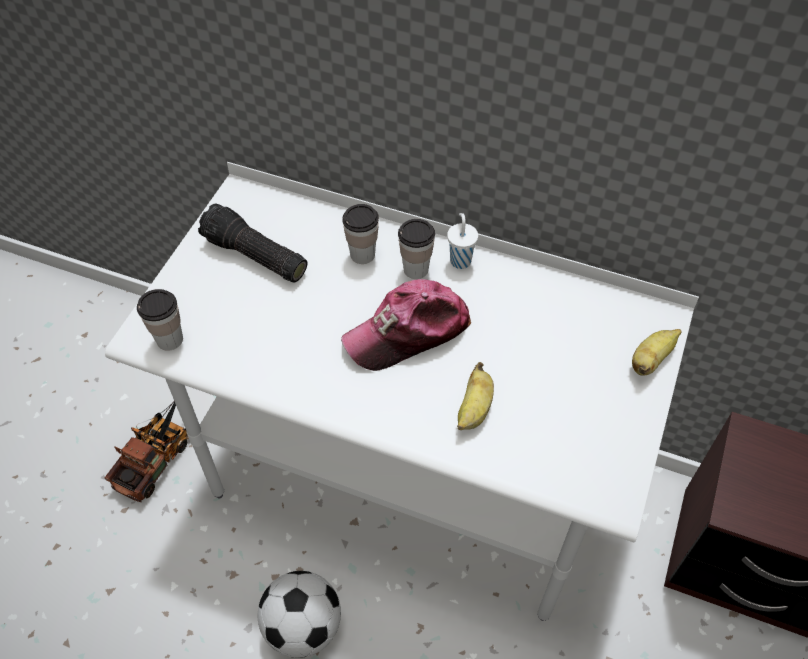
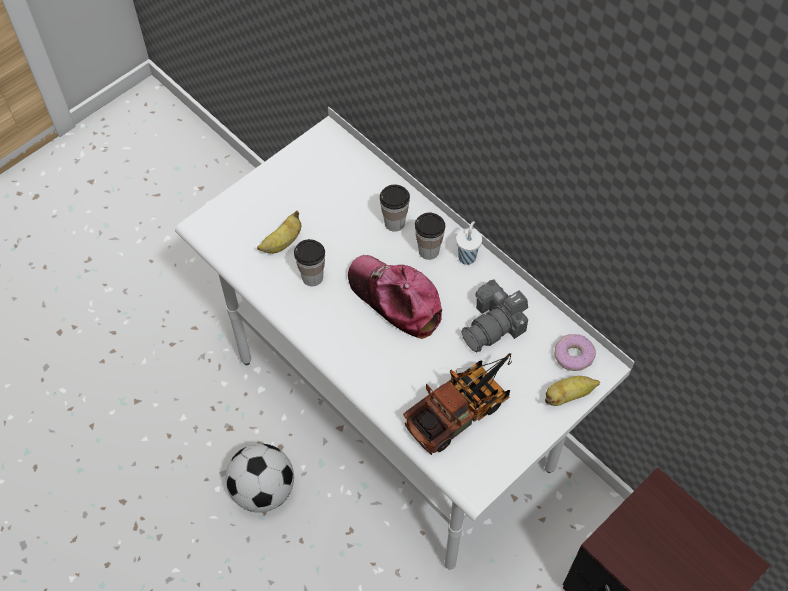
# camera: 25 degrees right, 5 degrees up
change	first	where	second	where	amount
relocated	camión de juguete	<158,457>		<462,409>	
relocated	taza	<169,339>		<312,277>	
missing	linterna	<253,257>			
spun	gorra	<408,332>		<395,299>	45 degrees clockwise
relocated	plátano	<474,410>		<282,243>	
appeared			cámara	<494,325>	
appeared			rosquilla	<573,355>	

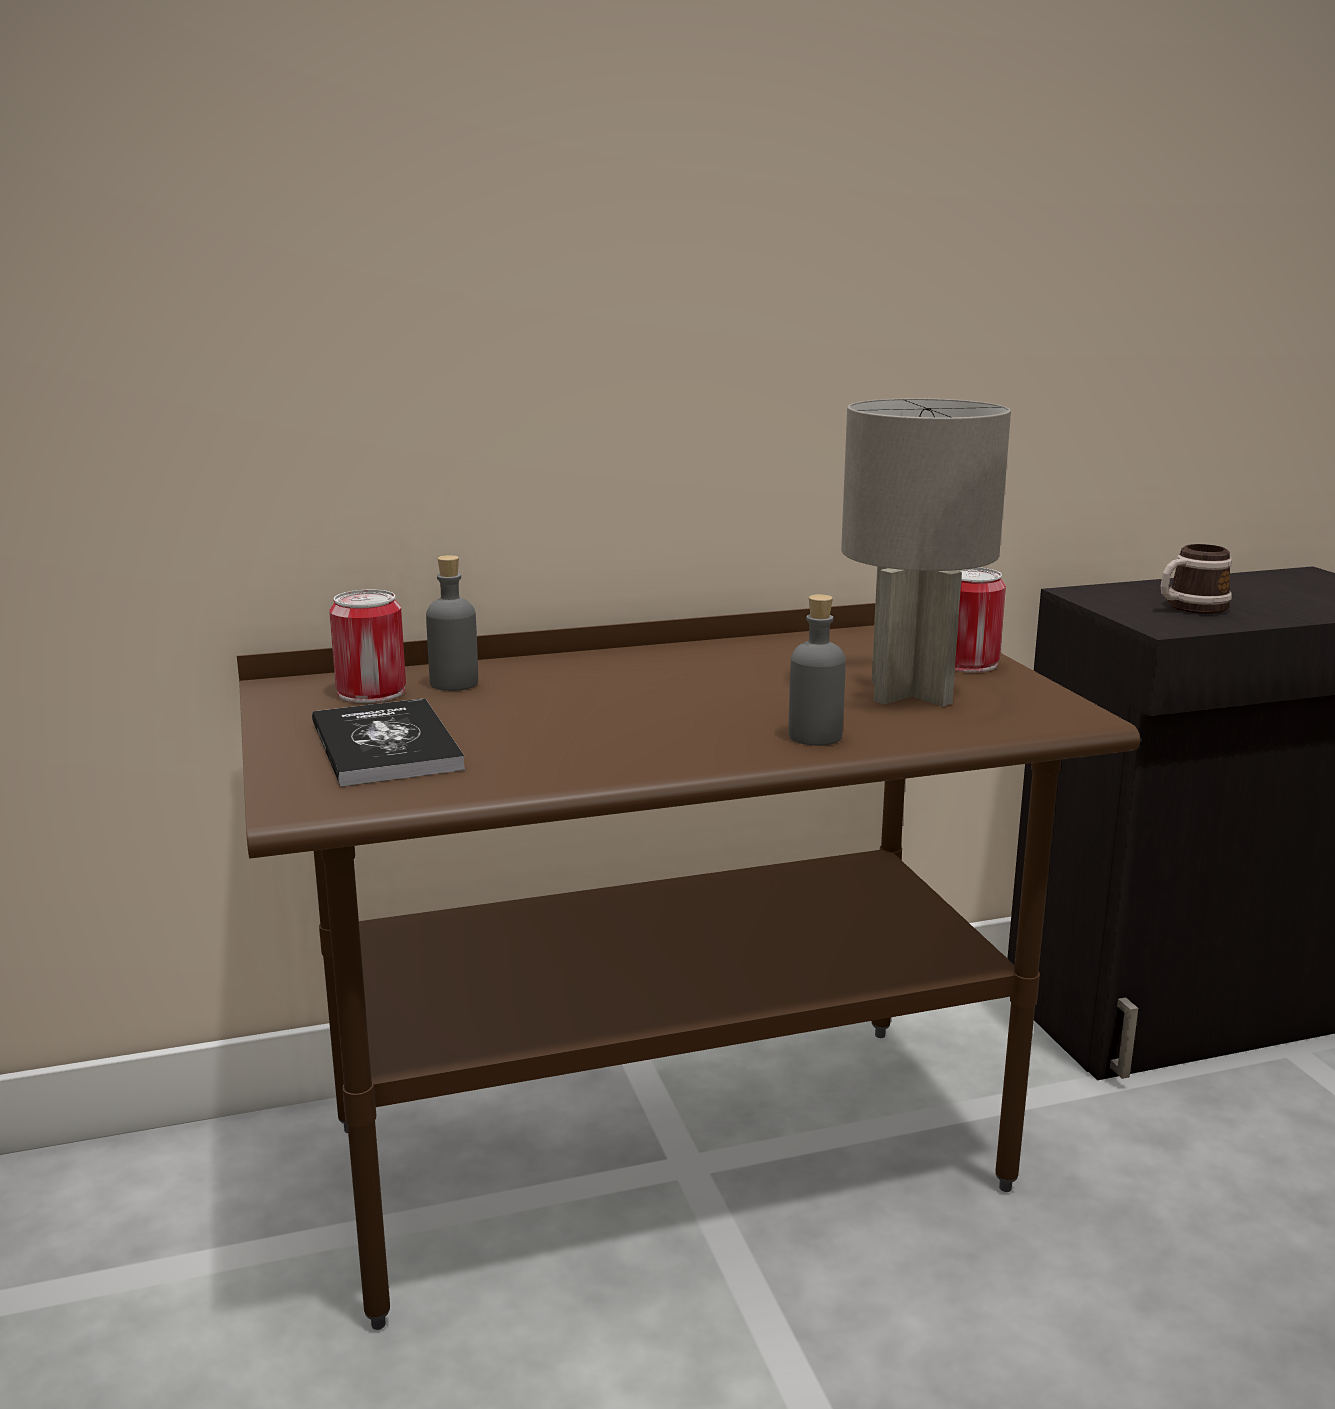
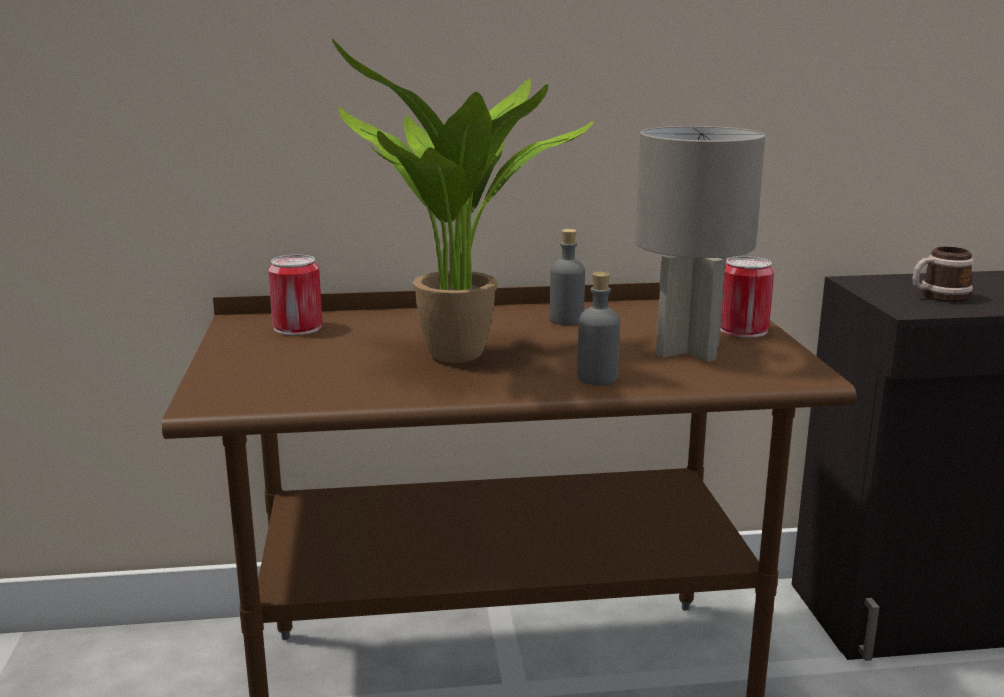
# camera: 10 degrees right, 0 degrees up
change	first	where	second	where	amount
missing	libro	<385,746>			
relocated	botella/gris	<454,683>		<566,320>	
appeared			planta en maceta	<458,359>	

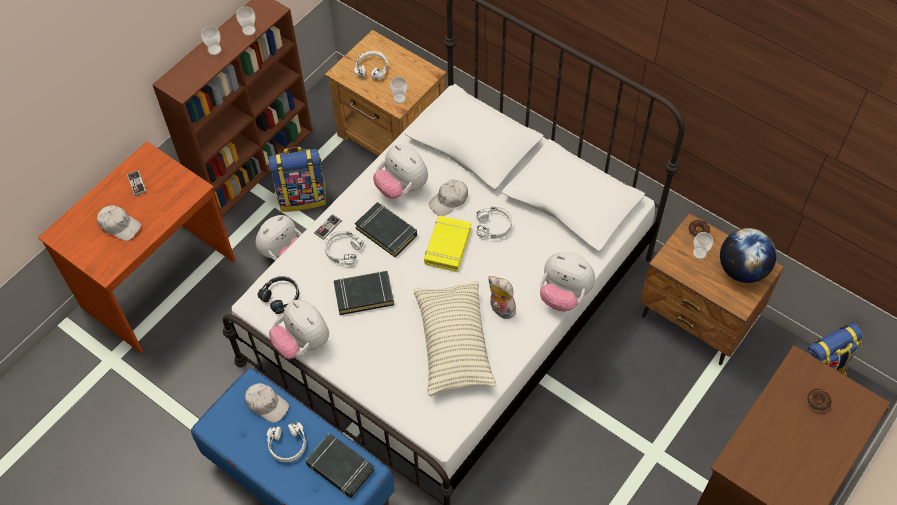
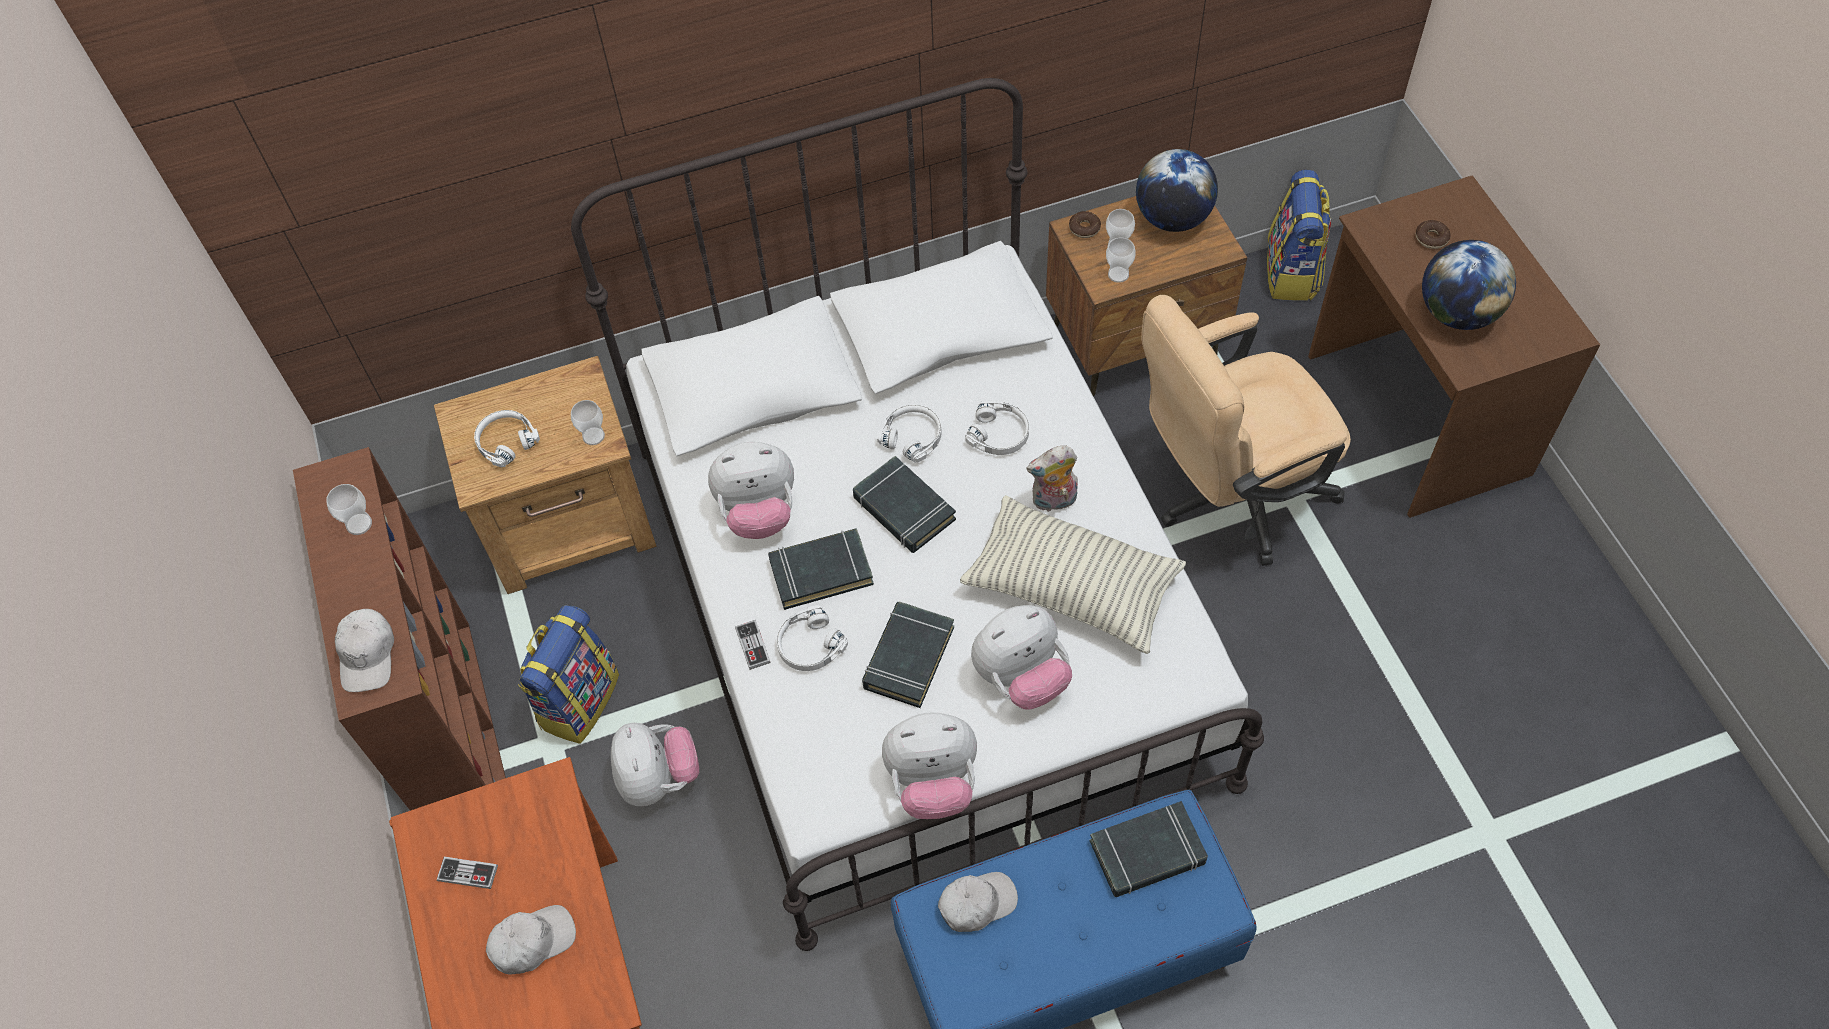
# camera: 55 degrees left, 0 degrees up
change	first	where	second	where	amount
relocated	taza	<214,50>		<1118,274>	
missing	auriculares/negro	<281,296>			
relocated	auriculares/blanco	<287,445>		<999,434>	
colour	libro/amarillo	<447,246>	libro/negro	<903,509>	
relocated	gorra/blanco	<449,200>		<368,655>	
relocated	peluche	<564,295>		<1021,677>	
appeared			silla de oficina/beis	<1228,496>	
appeared			globo terráqueo	<1457,313>	

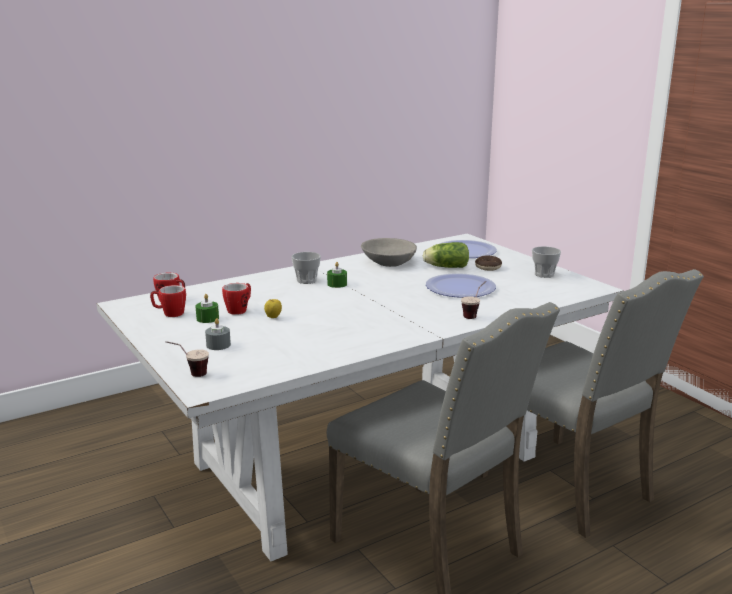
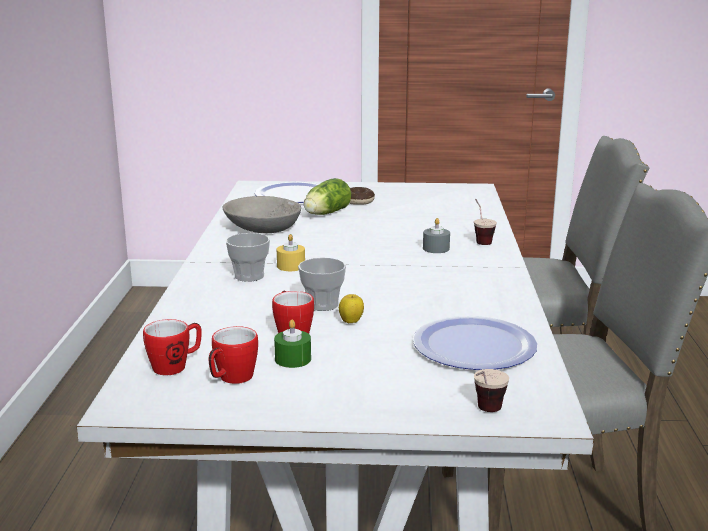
# camera: 55 degrees left, 0 degrees up
change	first	where	second	where	amount
relocated	vela/gris	<218,345>		<436,248>	
colour	vela/verde	<337,284>	vela/amarillo	<291,266>	
relocated	plato	<460,288>		<474,346>	
relocated	taza	<544,274>		<322,304>	

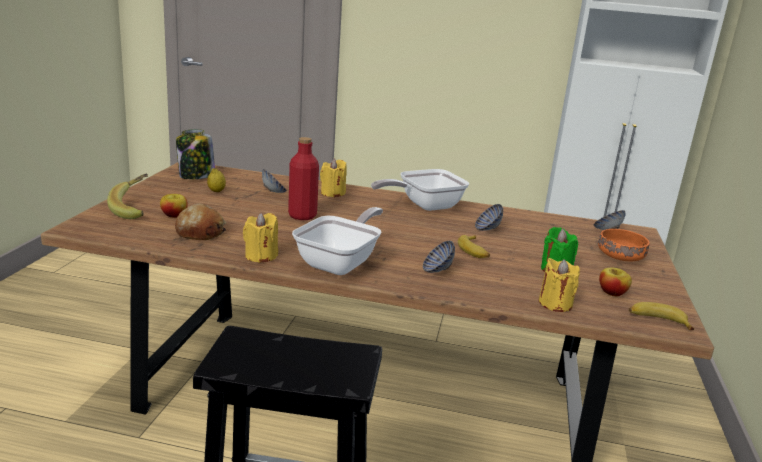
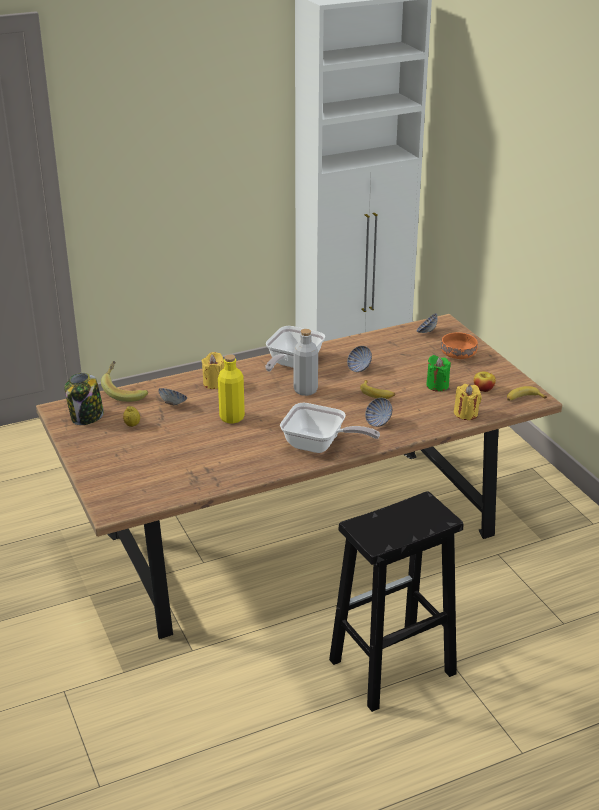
# camera: 35 degrees left, 10 degrees up
change	first	where	second	where	amount
relocated	plátano	<136,209>		<125,392>	
missing	manzana	<174,215>			
missing	pan	<200,232>			
missing	vela/amarillo	<261,256>			
colour	botella/rojo	<302,216>	botella/amarillo	<232,418>	
spun	sartén	<341,262>		<319,446>	120 degrees clockwise
appeared			botella/gris	<305,390>	

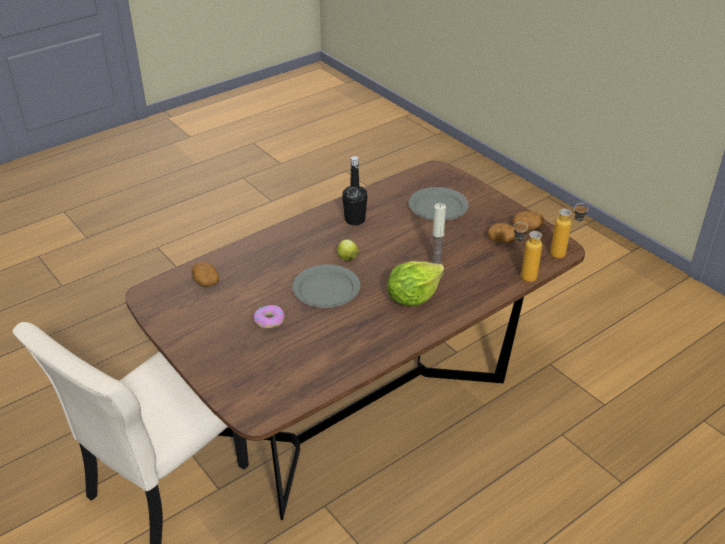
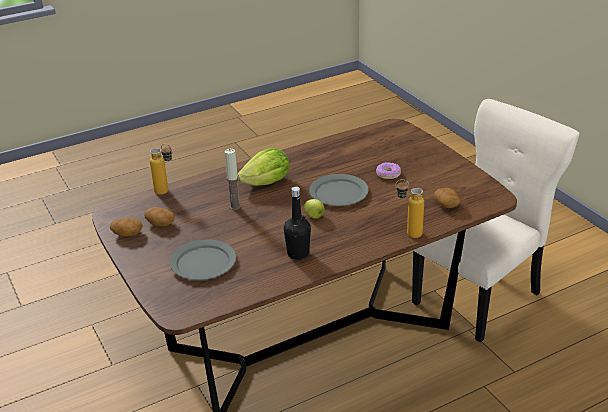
# camera: 170 degrees left, 5 degrees down
change	first	where	second	where	amount
relocated	botella	<564,254>		<408,233>	

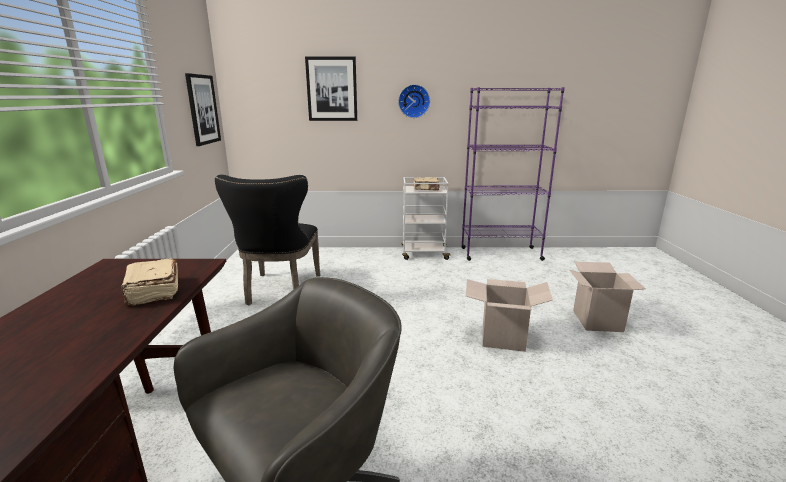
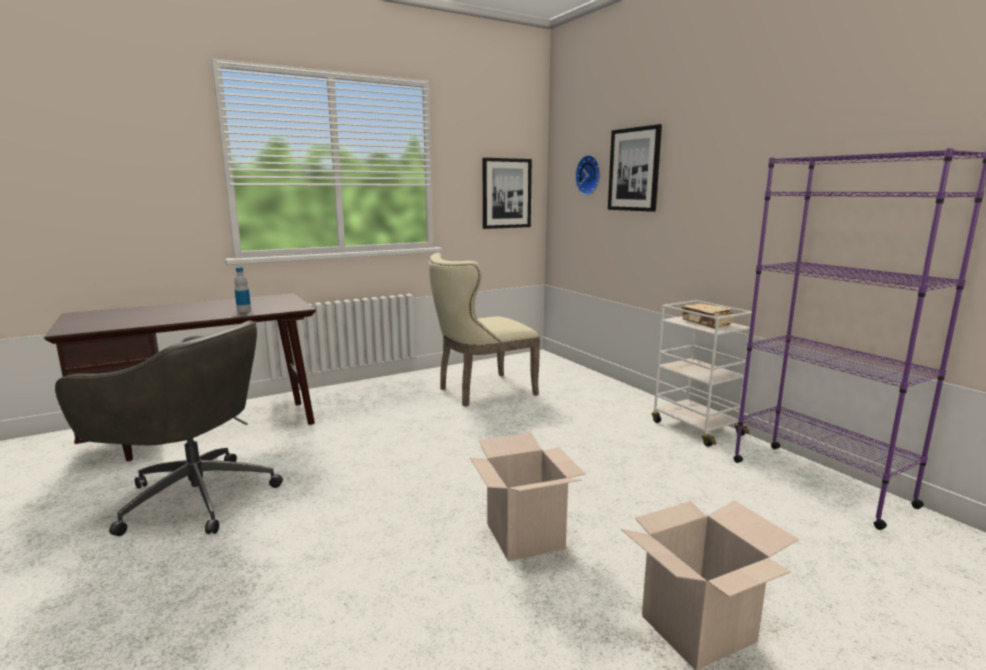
# camera: 60 degrees right, 5 degrees down
change	first	where	second	where	amount
exchanged	libro/beis	<153,291>	botella	<244,310>	
colour	silla/negro	<281,291>	silla/beis	<480,391>	
relocated	reloj de pared	<414,101>		<590,175>	

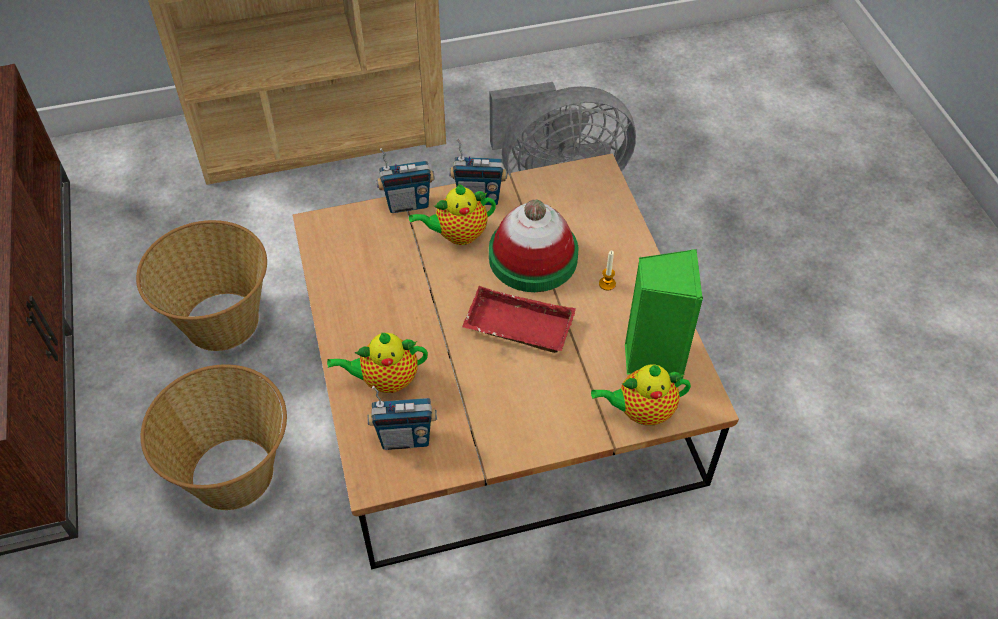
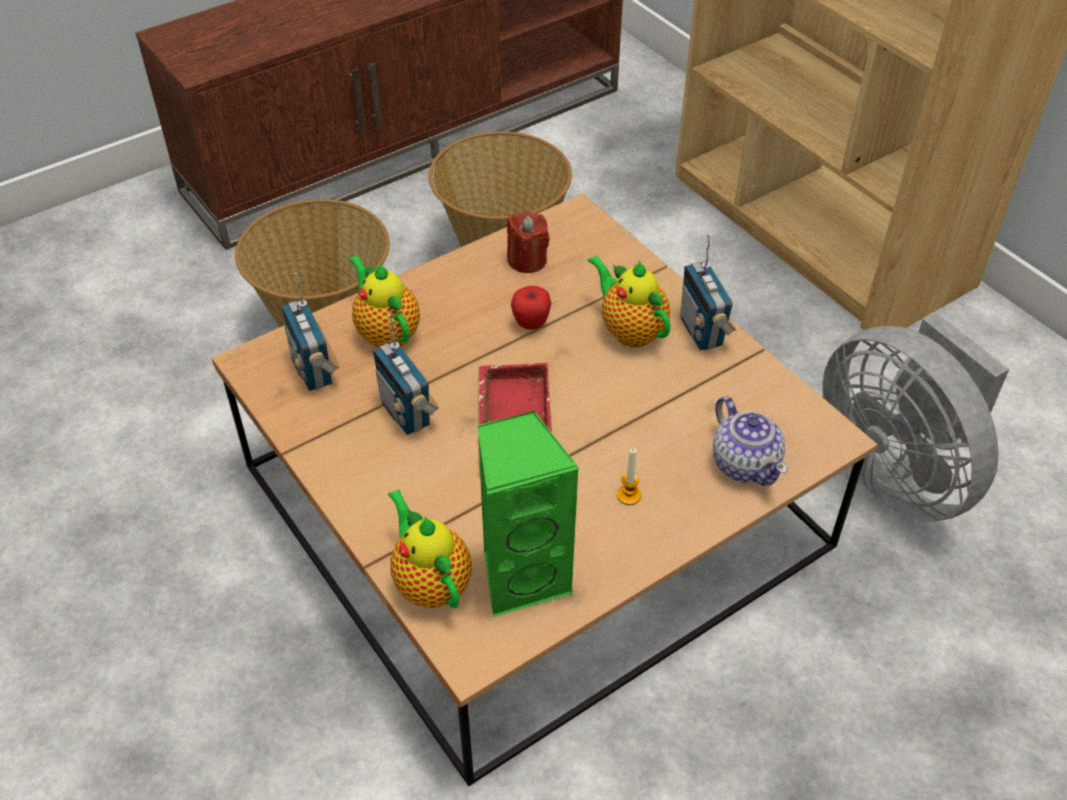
# camera: 70 degrees right, 5 degrees down
change	first	where	second	where	amount
relocated	radio	<408,204>		<407,413>	
missing	sombrero	<533,257>			
appeared			vela/rojo	<527,260>	
appeared			manzana	<531,324>	
appeared			tetera	<745,463>	

